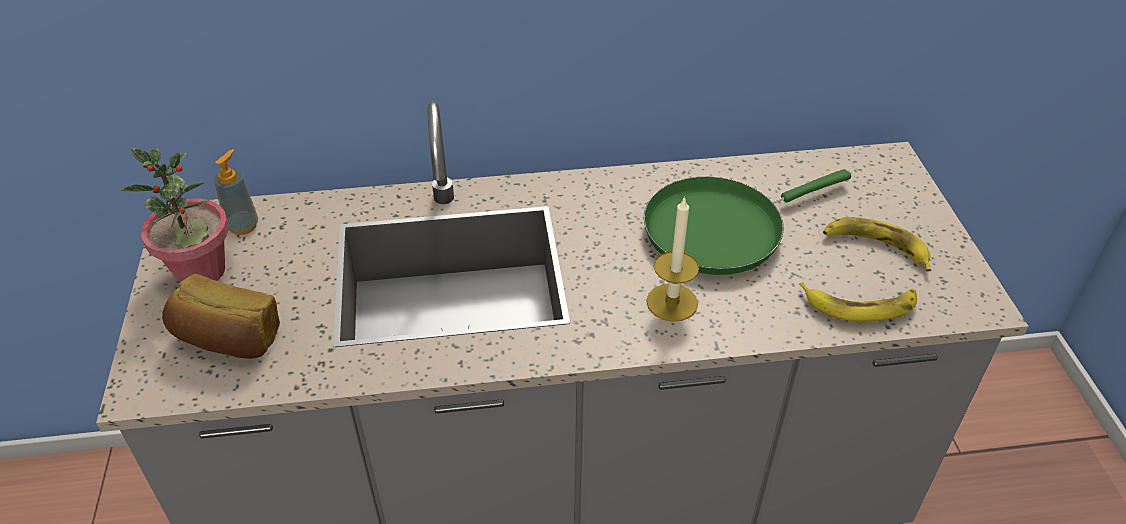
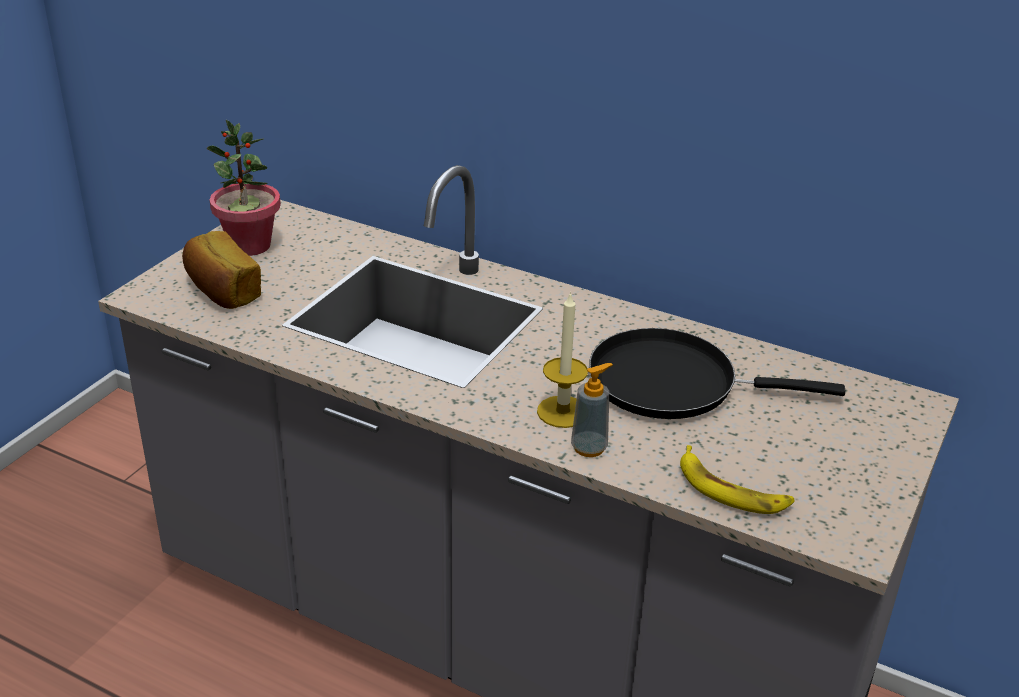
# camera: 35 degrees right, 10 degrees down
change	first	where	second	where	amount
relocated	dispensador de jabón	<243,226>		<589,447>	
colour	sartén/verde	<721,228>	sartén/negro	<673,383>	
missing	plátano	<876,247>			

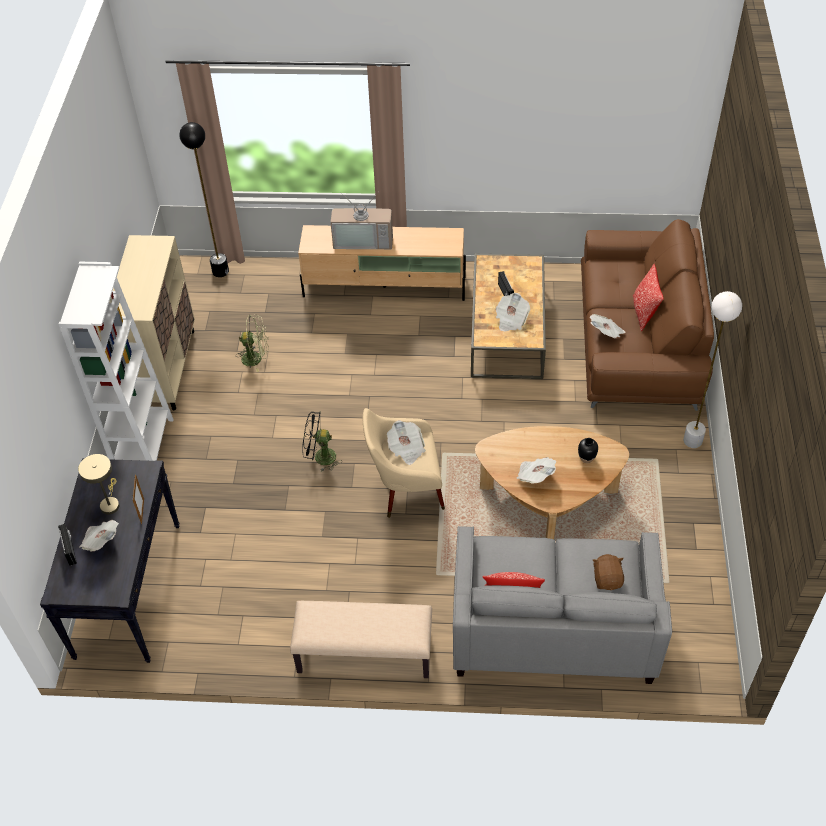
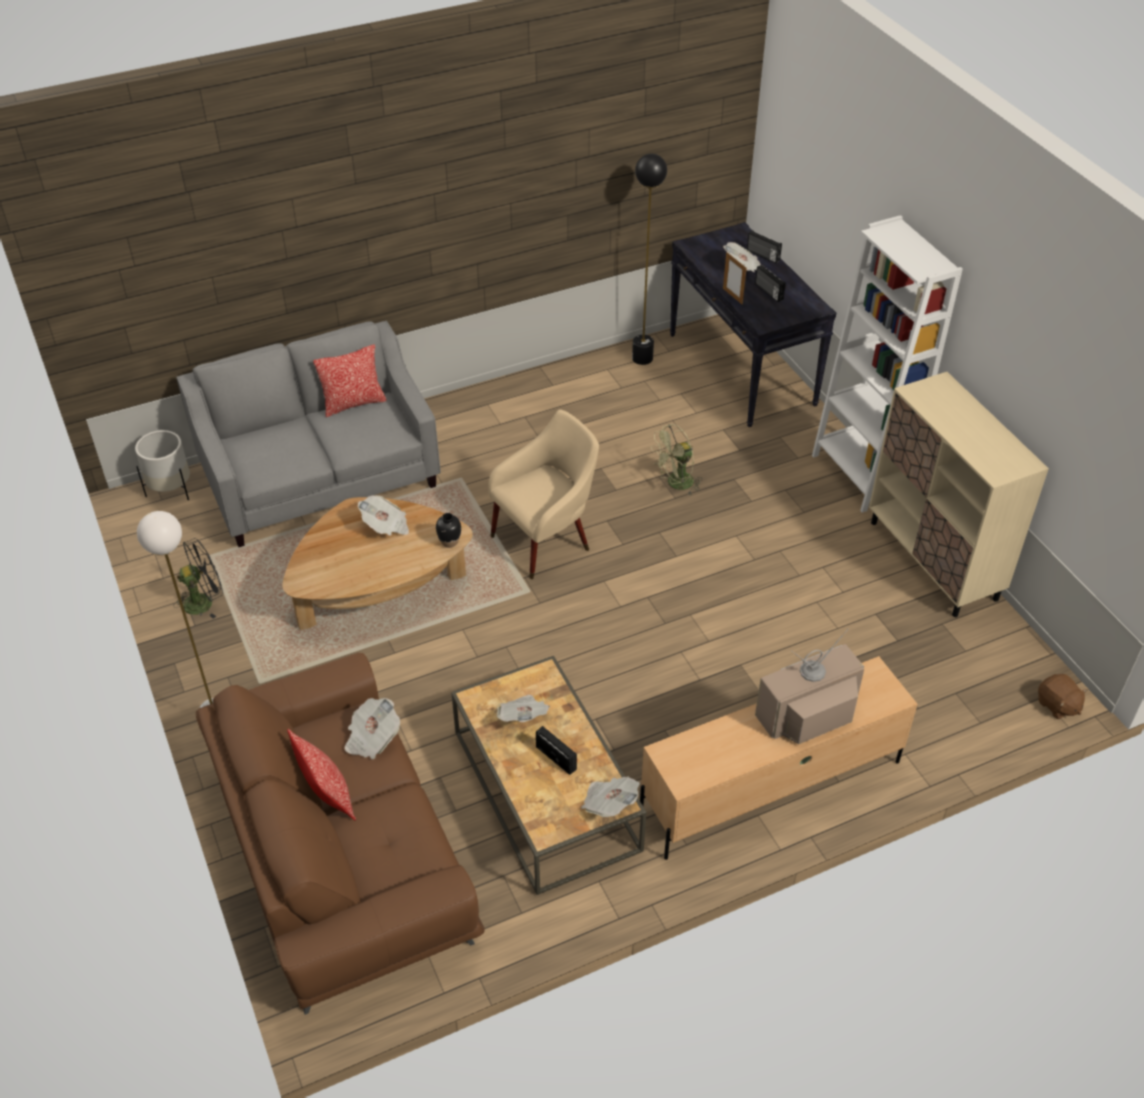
# camera: 150 degrees right, 5 degrees down
change	first	where	second	where	amount
exchanged	lámpara de mesa/beis	<110,503>	radio	<768,292>	
relocated	lámpara de pie/negro	<220,271>		<642,358>	
relocated	ventilador/verde	<256,358>		<675,484>	
missing	banco/beis	<364,654>			
relocated	ventilador/negro	<320,457>		<204,601>	
relocated	periódico	<406,449>		<609,804>	
relocated	florero/negro	<586,458>		<450,542>	
relocated	peluche/marrón	<607,579>		<1057,705>	
appeared			maceta/blanco	<170,489>	

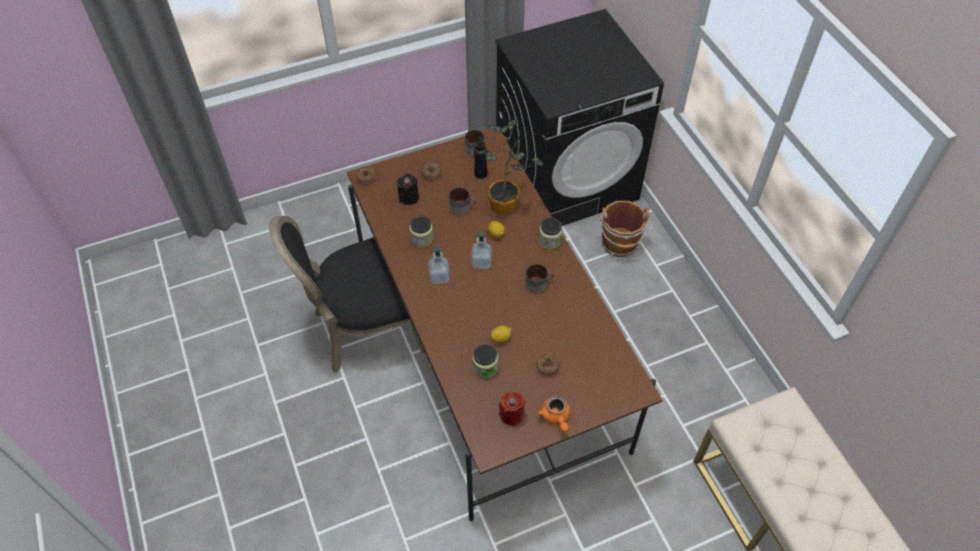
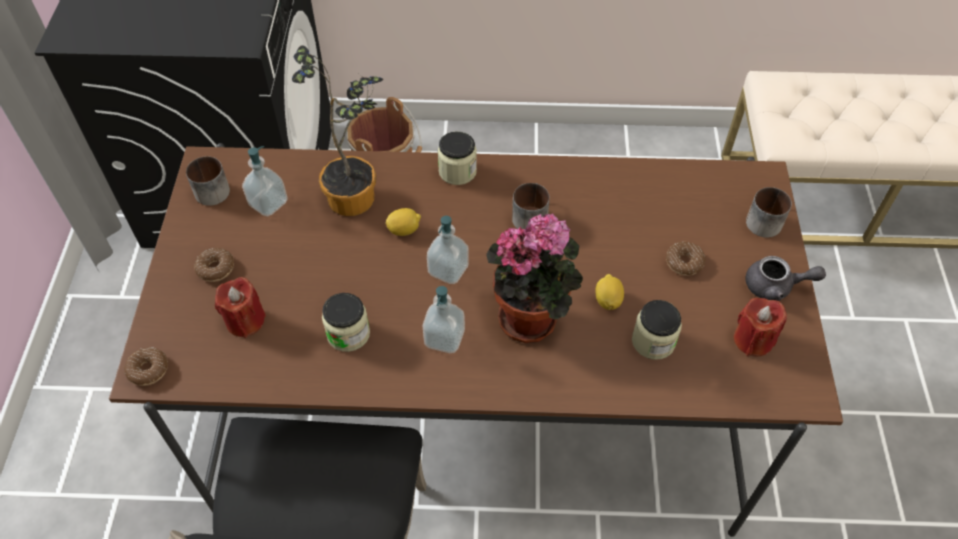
# camera: 65 degrees left, 0 degrees up
change	first	where	second	where	amount
colour	vela/negro	<409,197>	vela/rojo	<245,320>	
relocated	taza grande	<462,207>		<763,219>	
exchanged	botella/negro	<480,173>	dispensador de jabón	<268,203>	
colour	tetera/naranja	<556,417>	tetera/gris	<775,287>	
appeared			planta en maceta	<532,317>	

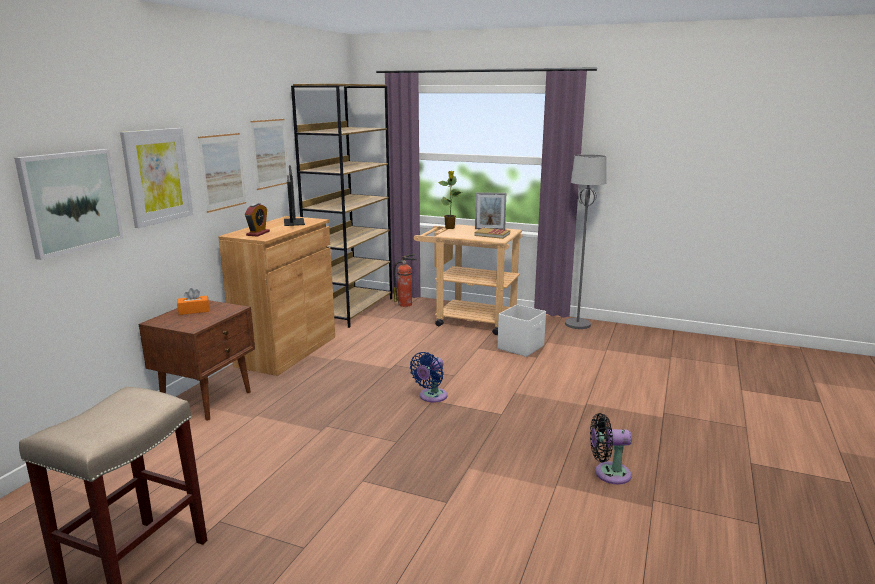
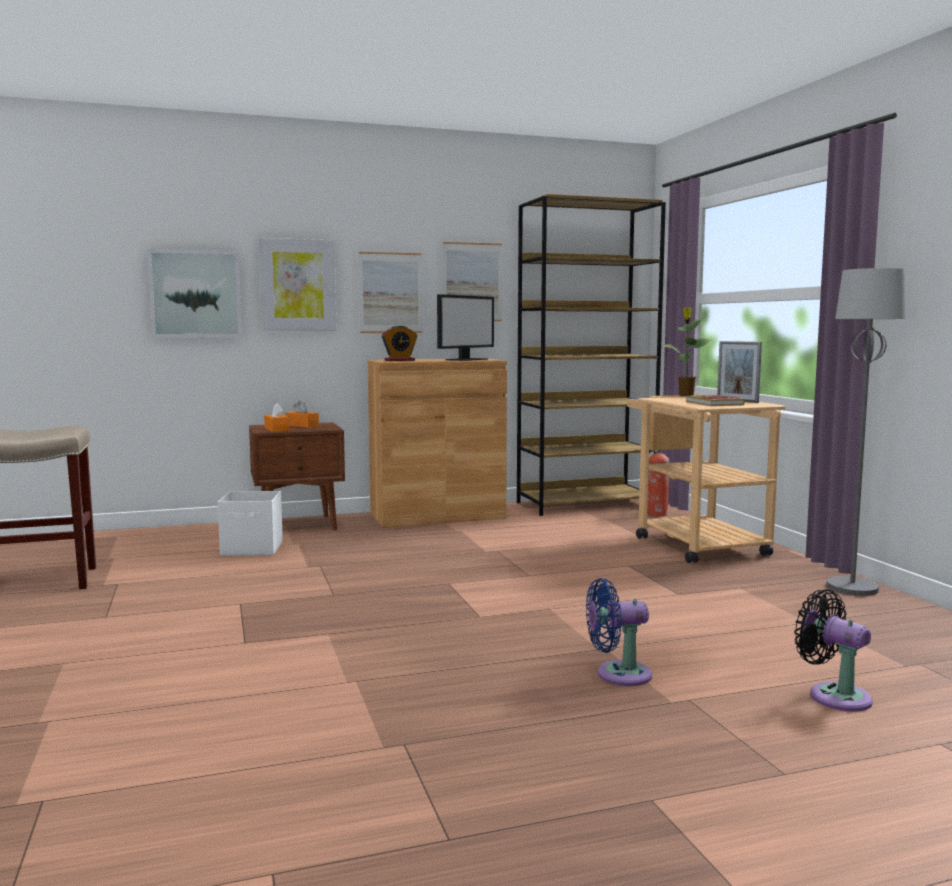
# camera: 50 degrees right, 10 degrees down
change	first	where	second	where	amount
relocated	ventilador/azul	<431,397>		<618,675>	
relocated	caja de almacenaje/blanco	<521,347>		<253,549>	
relocated	ventilador/negro	<608,473>		<834,695>	
appeared			caja de pañuelos/naranja	<276,429>	

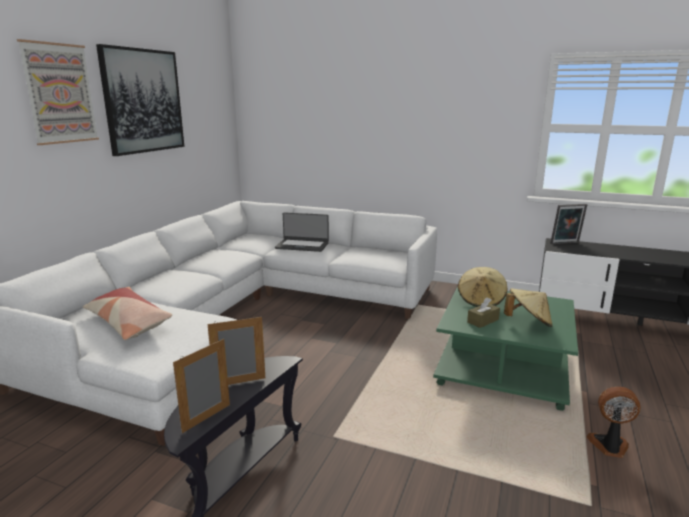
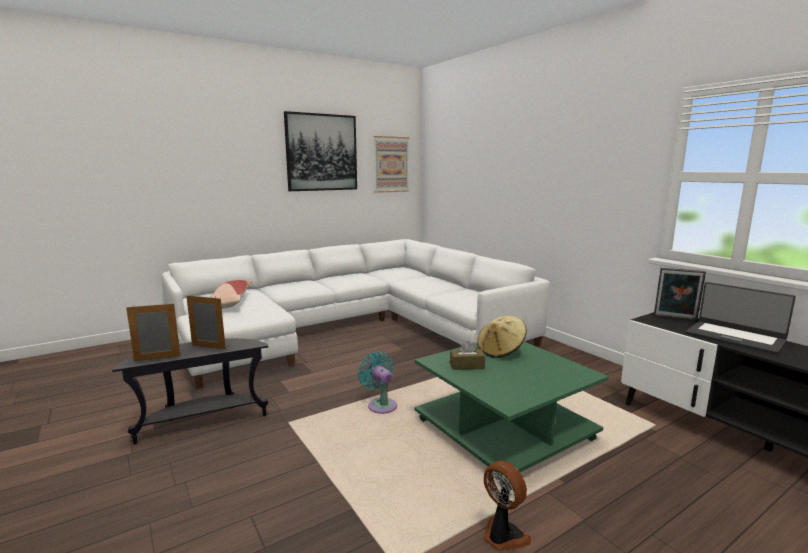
# camera: 35 degrees right, 5 degrees down
change	first	where	second	where	amount
relocated	cuadro	<60,93>		<391,164>	
relocated	portátil	<302,245>		<735,337>	
missing	sombrero/beis	<528,322>			
appeared			ventilador/turquesa	<380,405>	

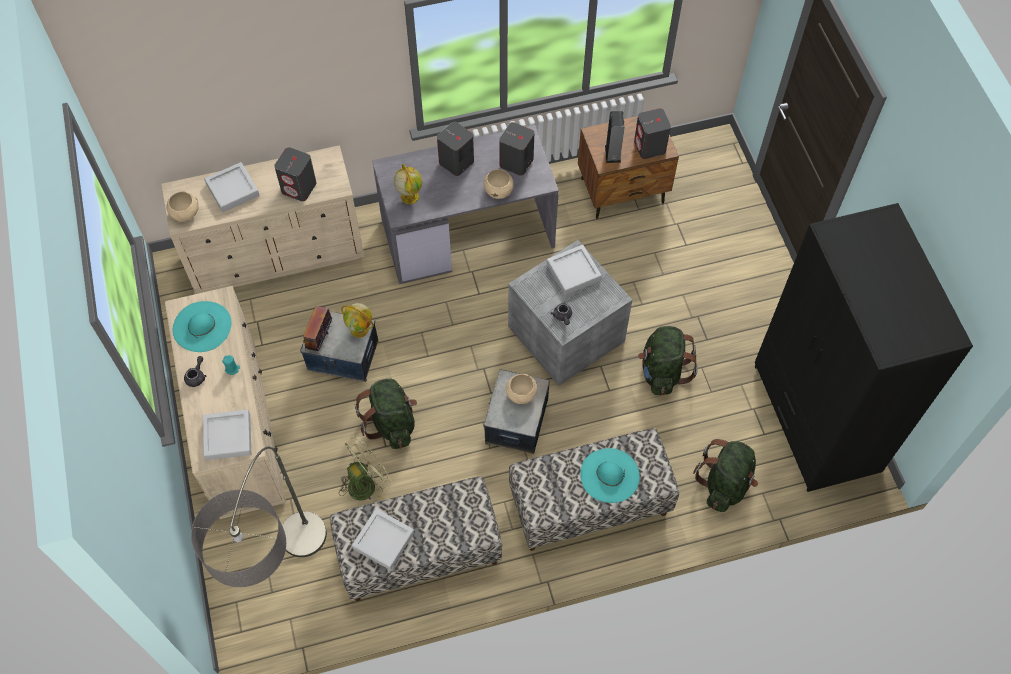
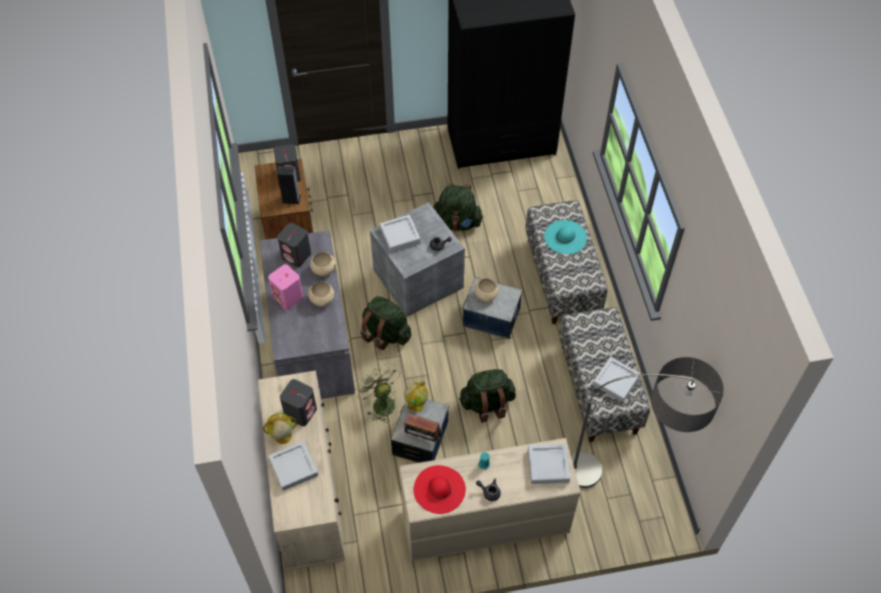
# camera: 85 degrees left, 5 degrees down
change	first	where	second	where	amount
relocated	cuenco/beis	<185,213>		<322,299>	
colour	sombrero/turquesa	<202,326>	sombrero/rojo	<439,489>	
relocated	ventilador/verde	<366,483>		<380,403>	
relocated	globo terráqueo	<409,196>		<282,436>	
colour	altavoz/gris	<456,162>	altavoz/rosa	<288,297>	
relocated	mochila/verde	<725,484>		<386,333>	

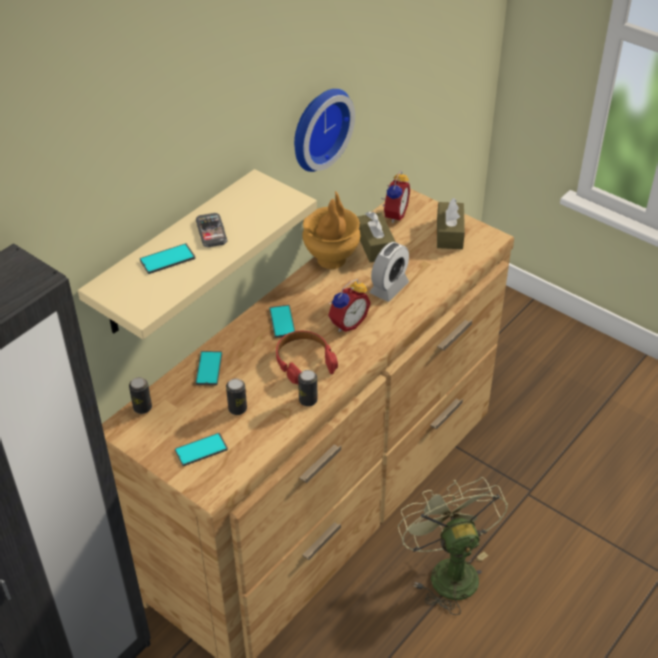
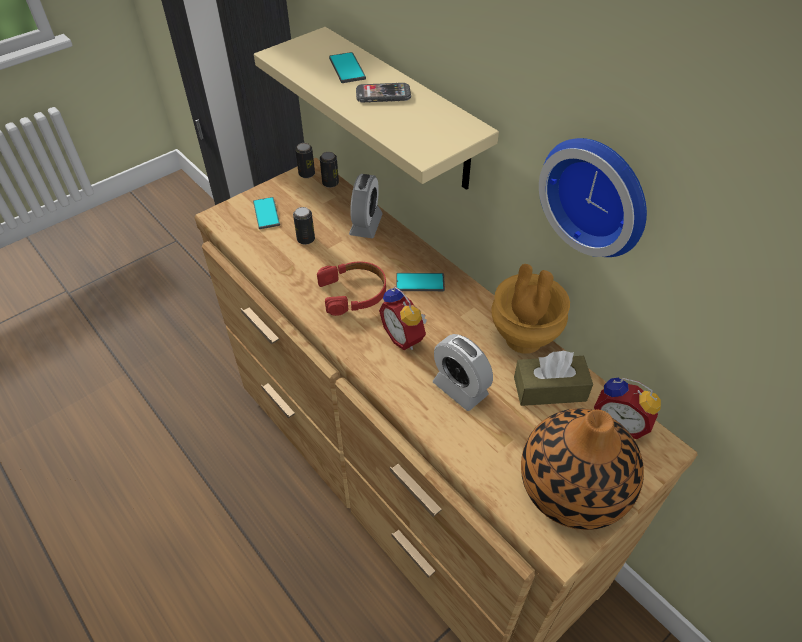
# camera: 100 degrees right, 5 degrees up
change	first	where	second	where	amount
exchanged	móvil	<209,368>	despertador	<366,225>	
relocated	lata	<308,400>		<306,174>	
missing	ventilador/verde	<448,570>			
exchanged	caja de pañuelos/marrón	<449,233>	florero	<573,487>	

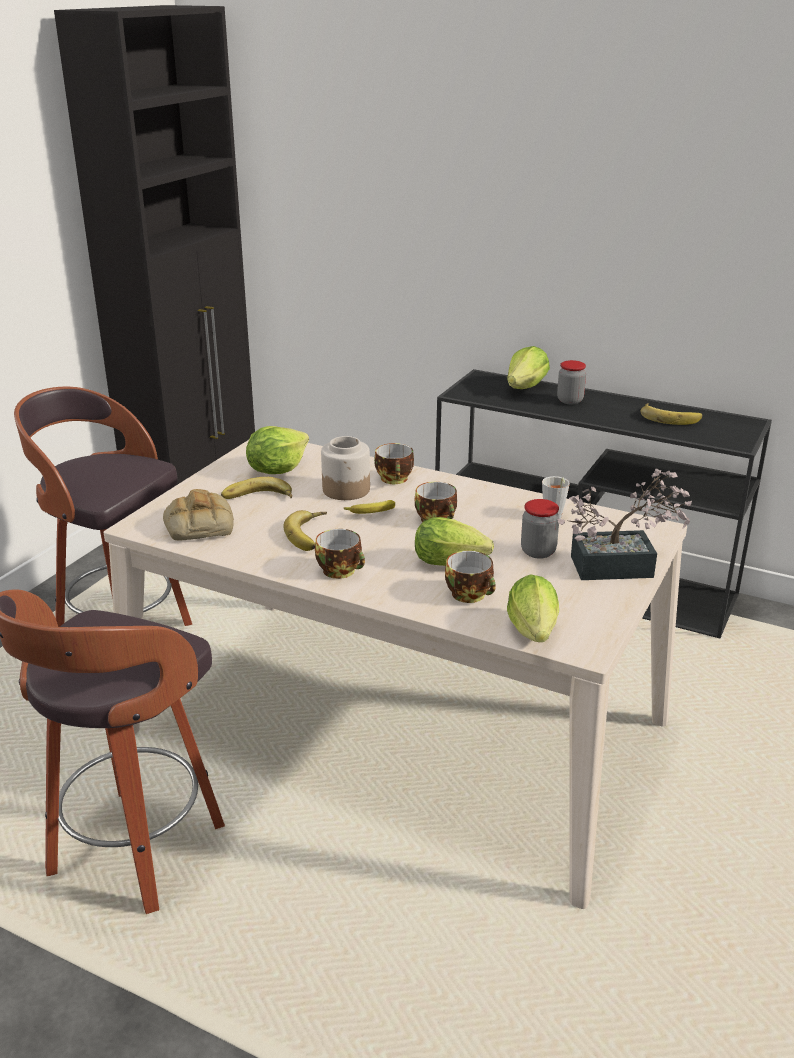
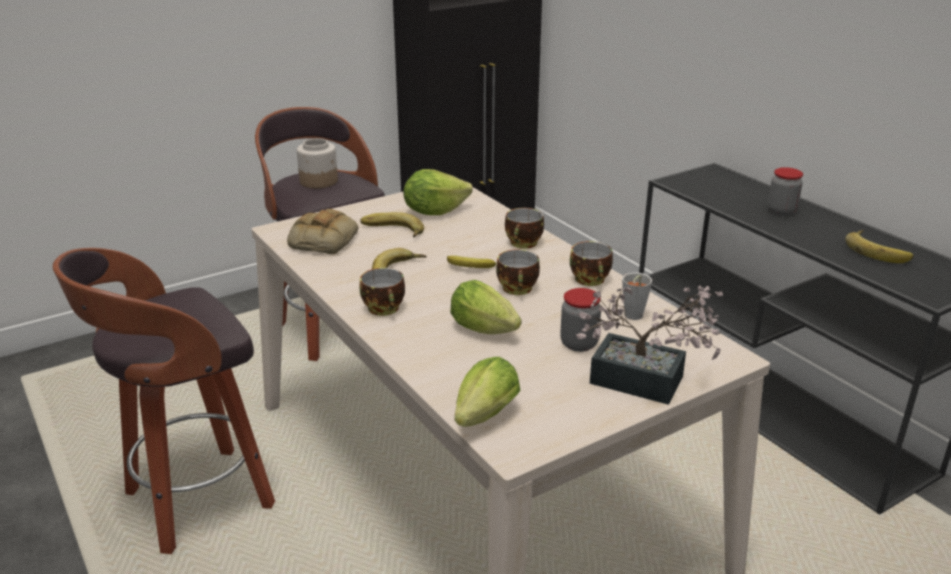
# camera: 30 degrees right, 0 degrees up
change	first	where	second	where	amount
relocated	tarro	<346,489>		<319,181>	
relocated	taza	<471,595>		<591,280>	
missing	lechuga	<526,387>			

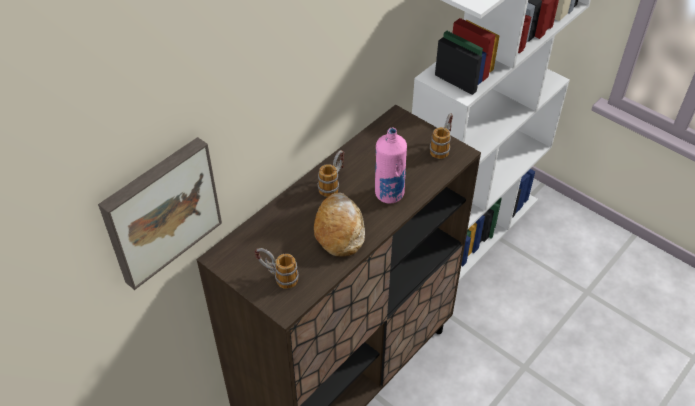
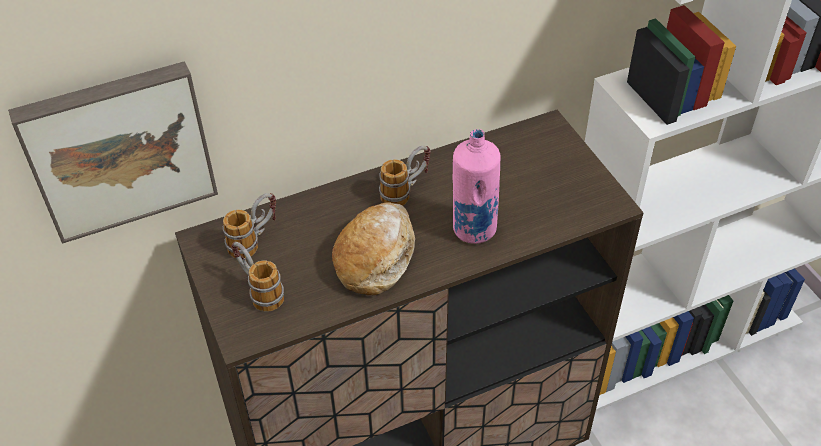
# camera: 25 degrees right, 0 degrees up
change	first	where	second	where	amount
relocated	taza grande	<442,146>		<254,240>	

